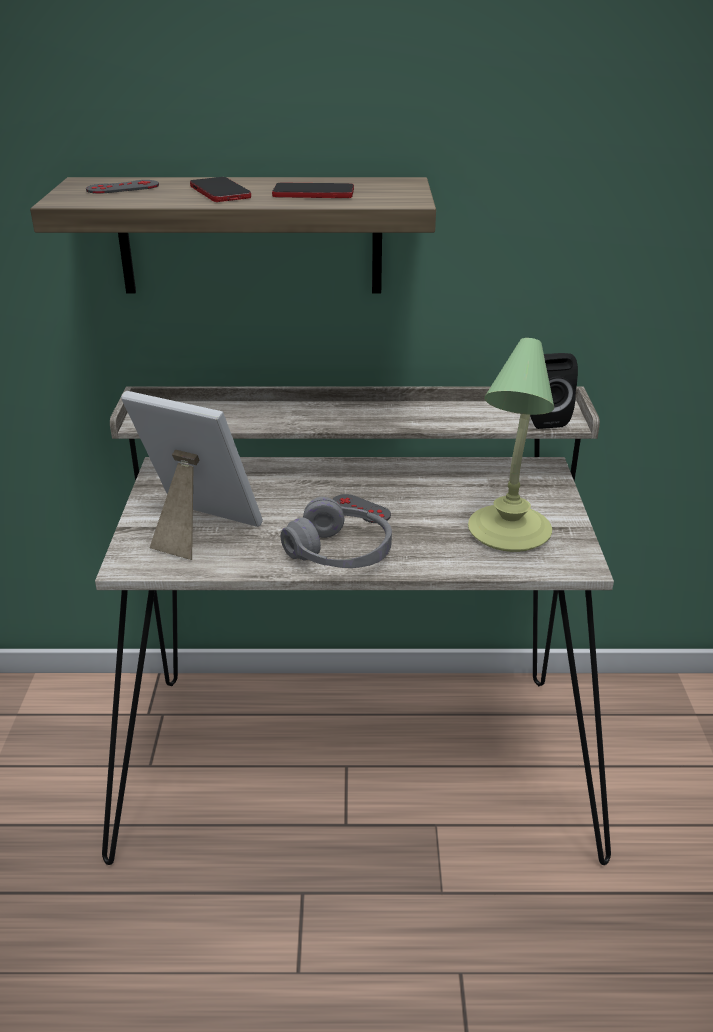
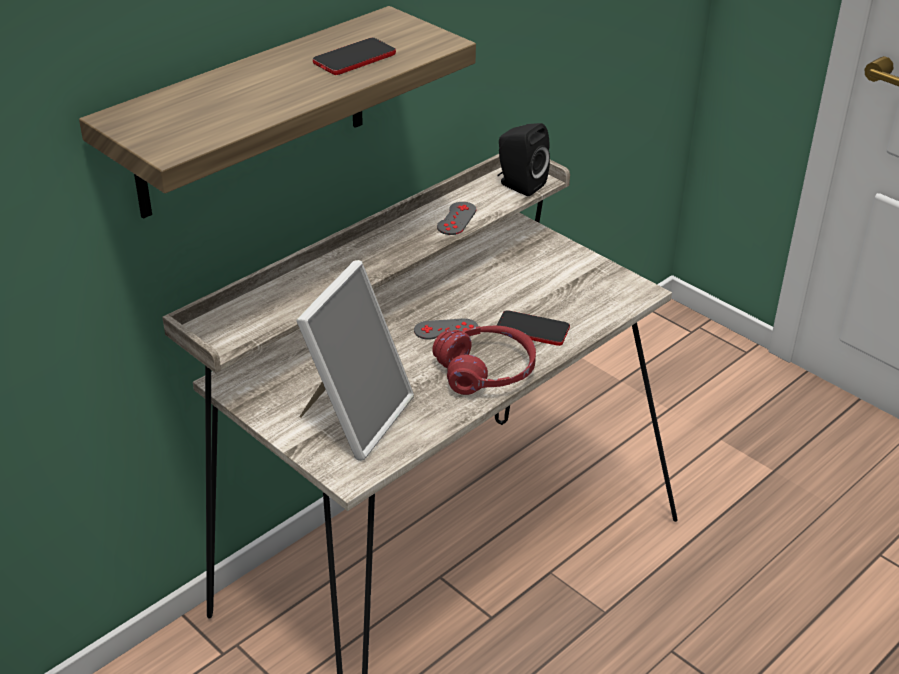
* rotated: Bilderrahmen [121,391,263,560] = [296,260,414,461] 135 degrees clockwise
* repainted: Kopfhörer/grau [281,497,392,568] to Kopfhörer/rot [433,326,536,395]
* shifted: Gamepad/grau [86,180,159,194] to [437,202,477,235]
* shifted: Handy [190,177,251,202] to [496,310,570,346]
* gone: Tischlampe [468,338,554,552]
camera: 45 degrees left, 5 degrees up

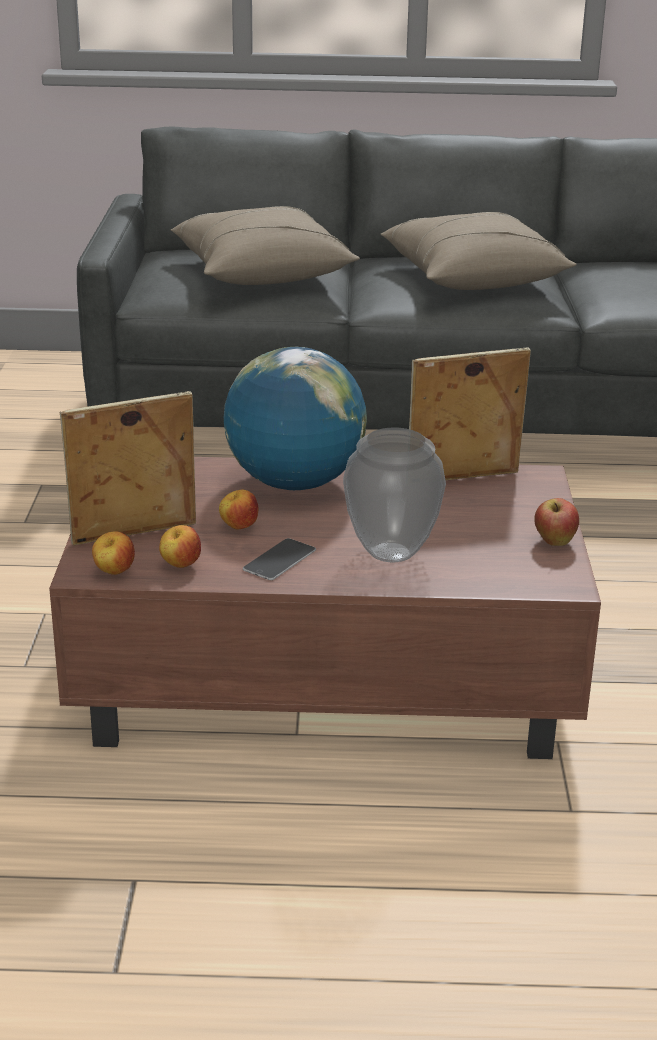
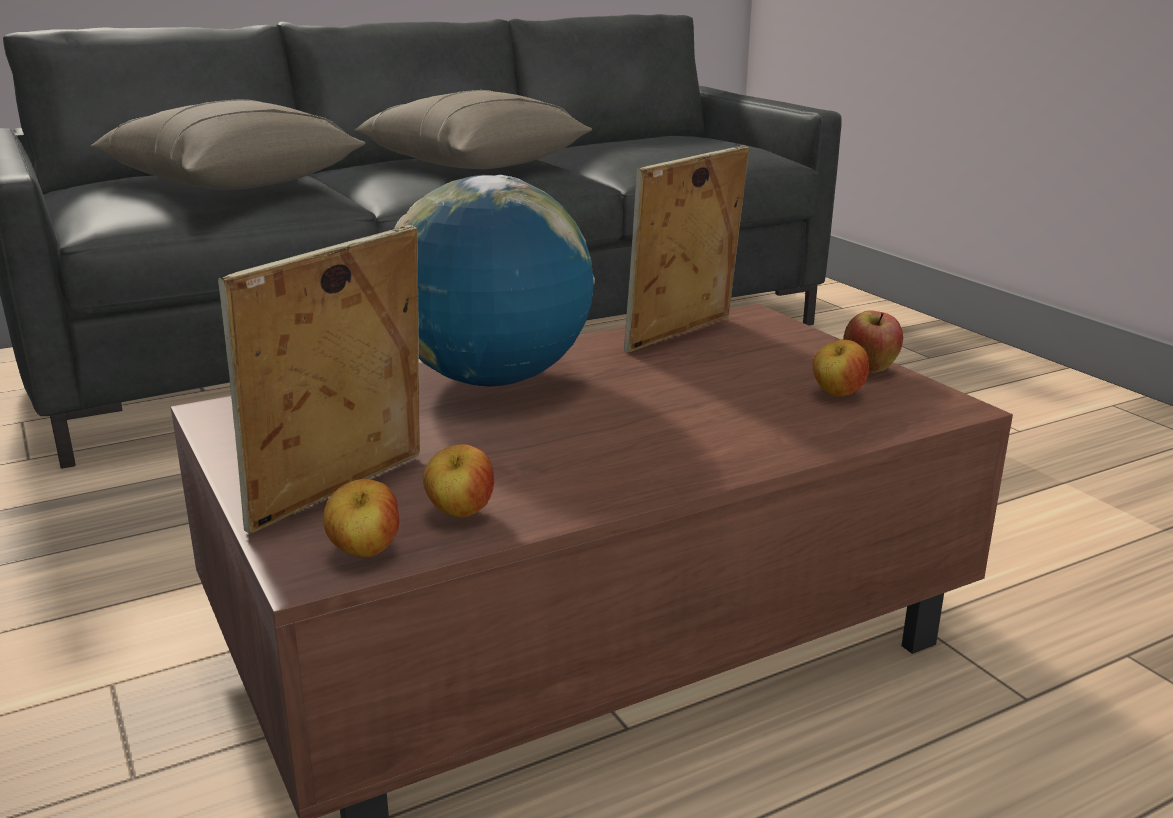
* shifted: Apfel [219,490,258,529] to [812,340,869,397]
* gone: Handy [243,538,316,580]
* gone: Vase [343,428,446,562]
camera: 30 degrees left, 5 degrees down

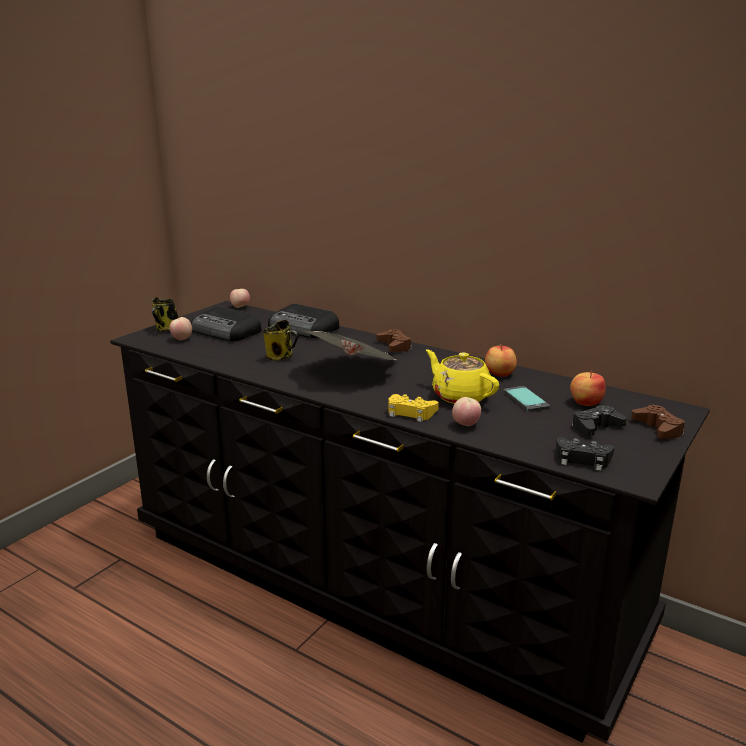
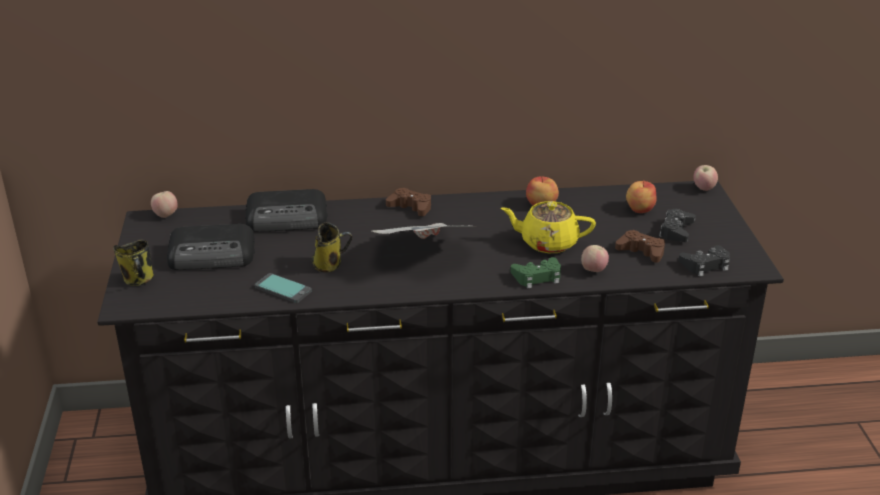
* shifted: Handy [504,386,550,412] to [255,273,312,303]
* repainted: Gamepad/gelb [388,394,439,422] to Gamepad/grün [511,257,561,289]
* shifted: Gamepad/braun [631,405,685,439] to [615,230,665,263]
* shifted: Apfel [170,317,192,340] to [693,165,718,191]
camera: 40 degrees left, 10 degrees up

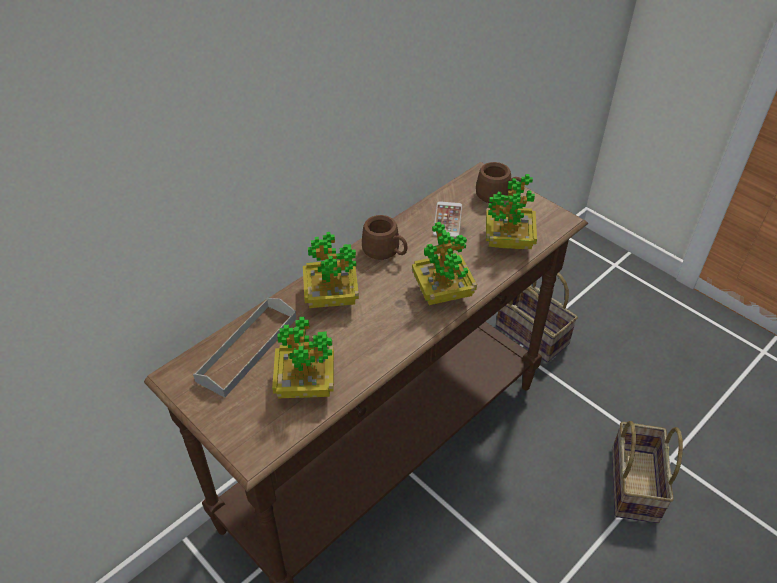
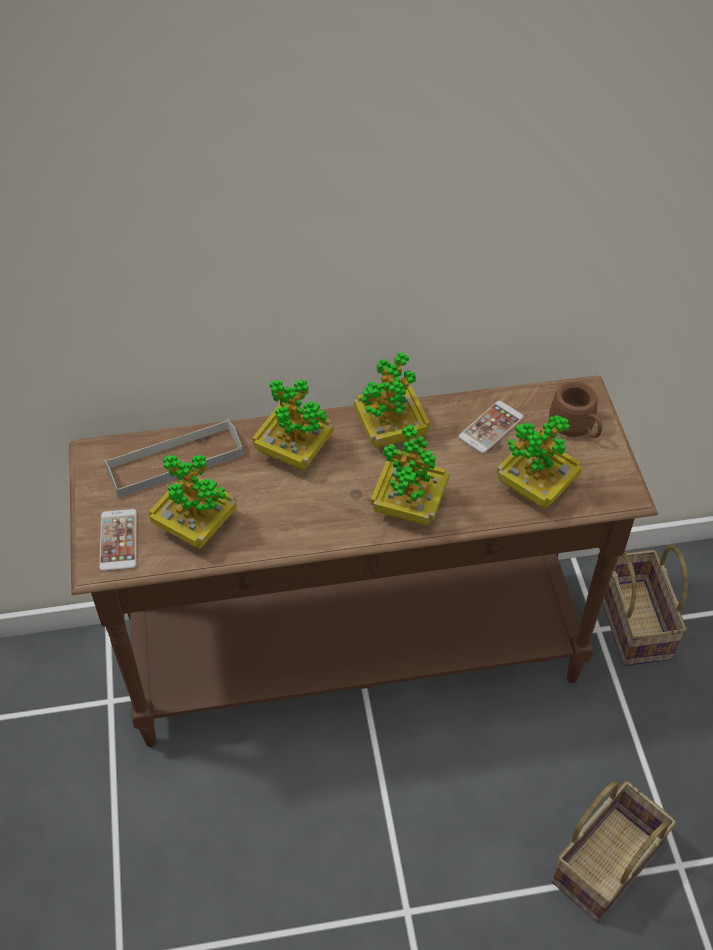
* new: Handy [99,509,137,571]
* swapped: Henkelbecher/braun [362,215,408,260] to Topfpflanze [354,352,430,448]
camera: 35 degrees right, 5 degrees up

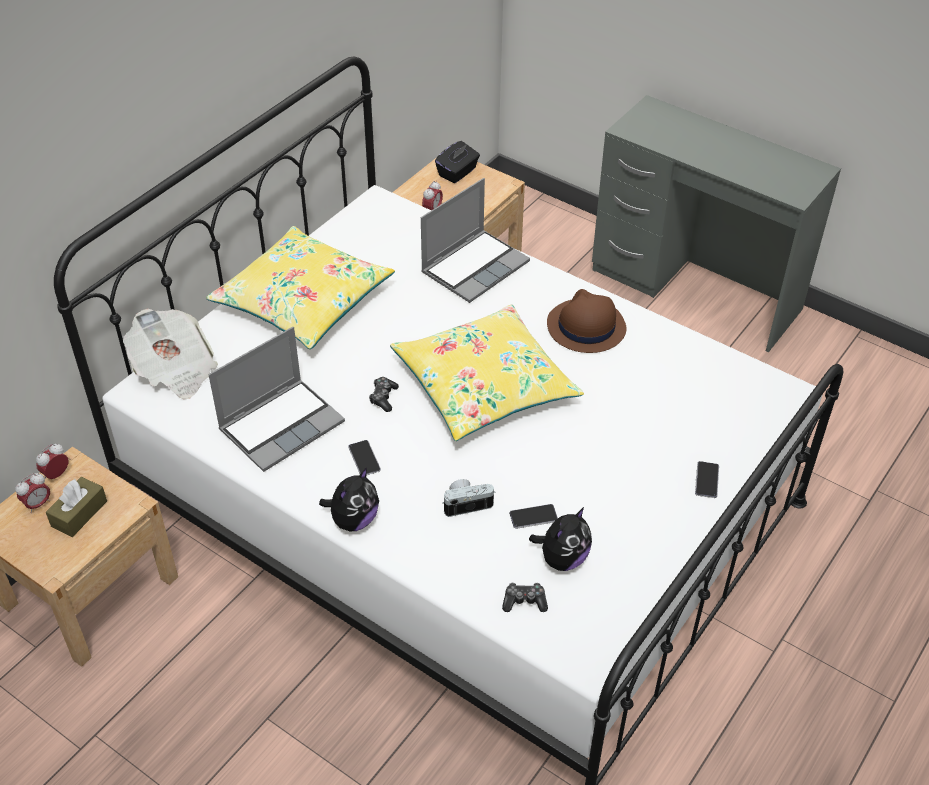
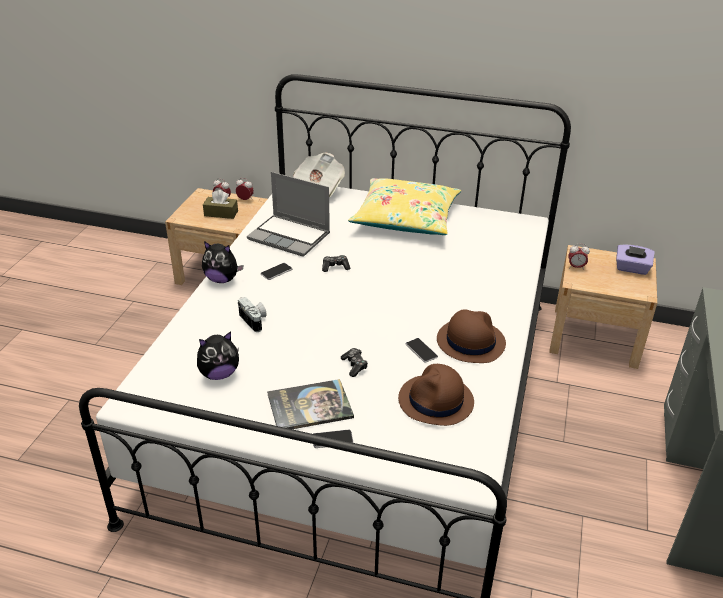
* rotated: Plüschtier [529,507,592,571] = [197,332,239,380] 45 degrees counterclockwise
* new: Buch [267,379,354,429]
* shifted: Gamepad [502,583,548,612] to [341,348,368,377]
* new: Hut/braun [398,364,474,426]
* shifted: Handy [509,504,558,529] to [406,338,438,363]
* repainted: Taschentuchbox/schwarz [435,141,480,183] to Taschentuchbox/lila [616,244,655,275]
* gone: Kissen/gelb [390,305,584,441]
* gone: Laptop [421,178,530,303]
camera: 70 degrees right, 10 degrees down

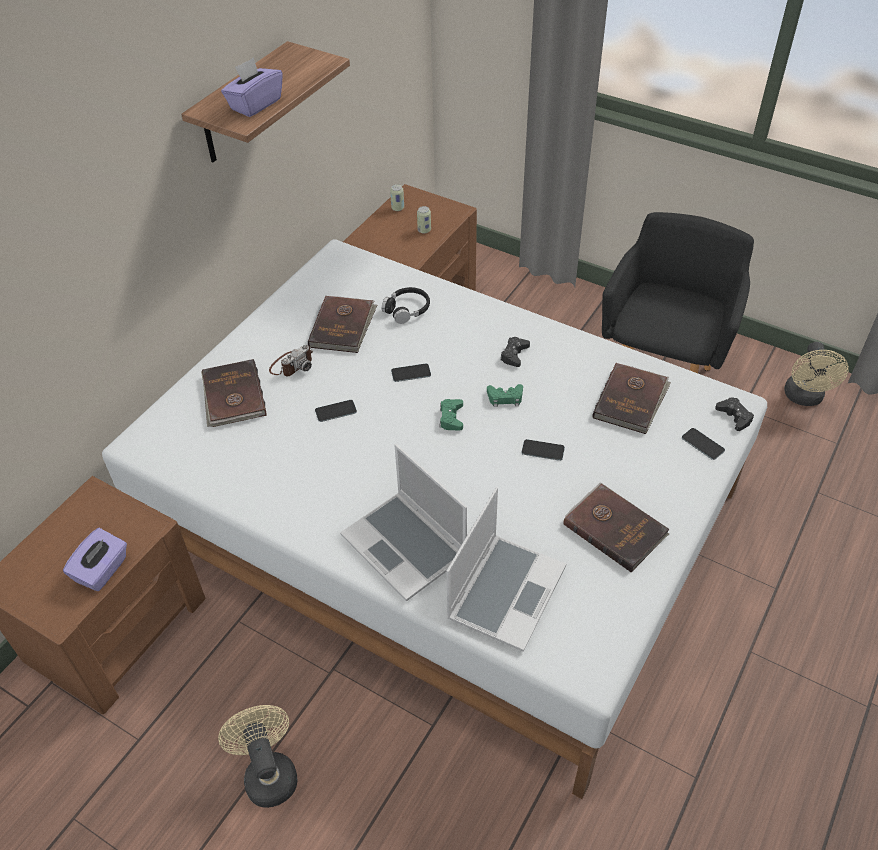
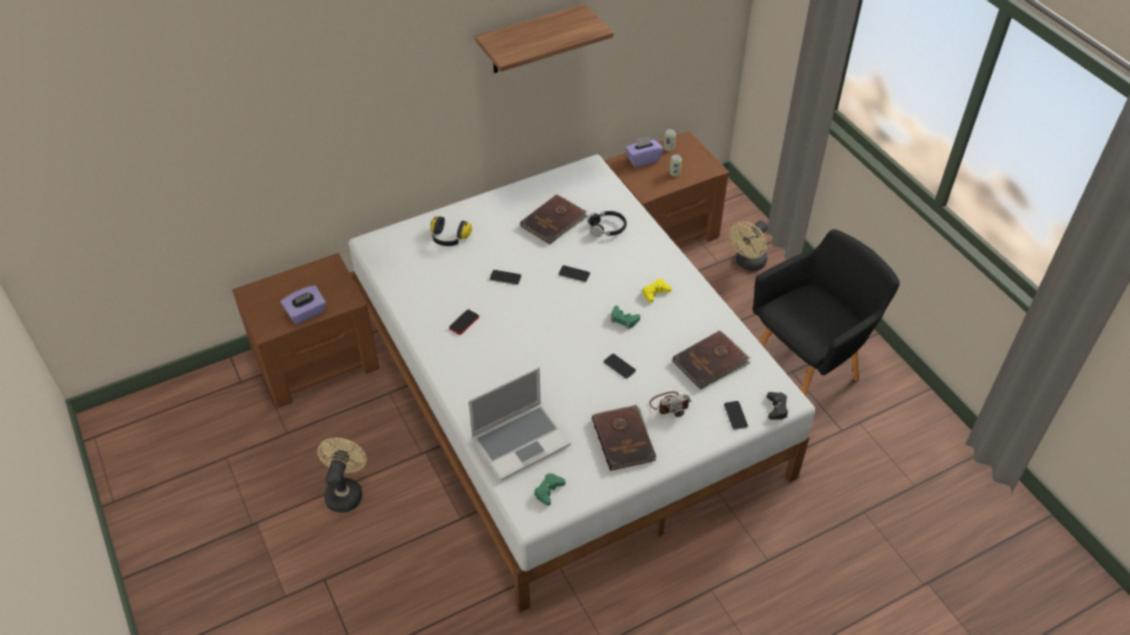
* swapped: Buch/braun [201,359,267,427] to Kopfhörer [431,216,472,246]
* new: Handy [449,309,479,335]
* shifted: Gamepad/grün [440,399,463,431] to [534,473,565,506]
* shifted: Taschentuchbox/lila [221,57,283,117] to [625,136,664,167]
* repainted: Gamepad/schwarz [500,337,530,367] to Gamepad/gelb [643,279,672,303]
* shifted: Kamera [269,345,313,376] to [649,391,692,417]
* shifted: Ventilator/beige [784,342,849,406] to [729,221,768,271]
* gone: Laptop [340,444,467,602]
camera: 30 degrees right, 0 degrees up

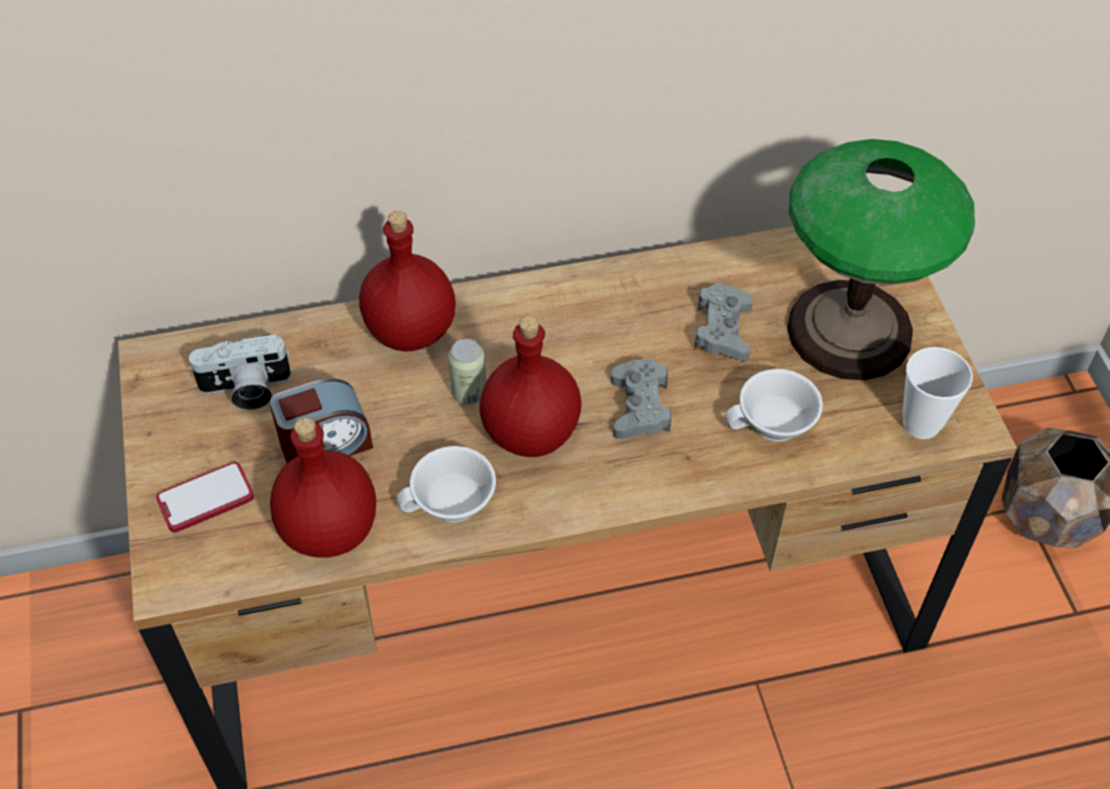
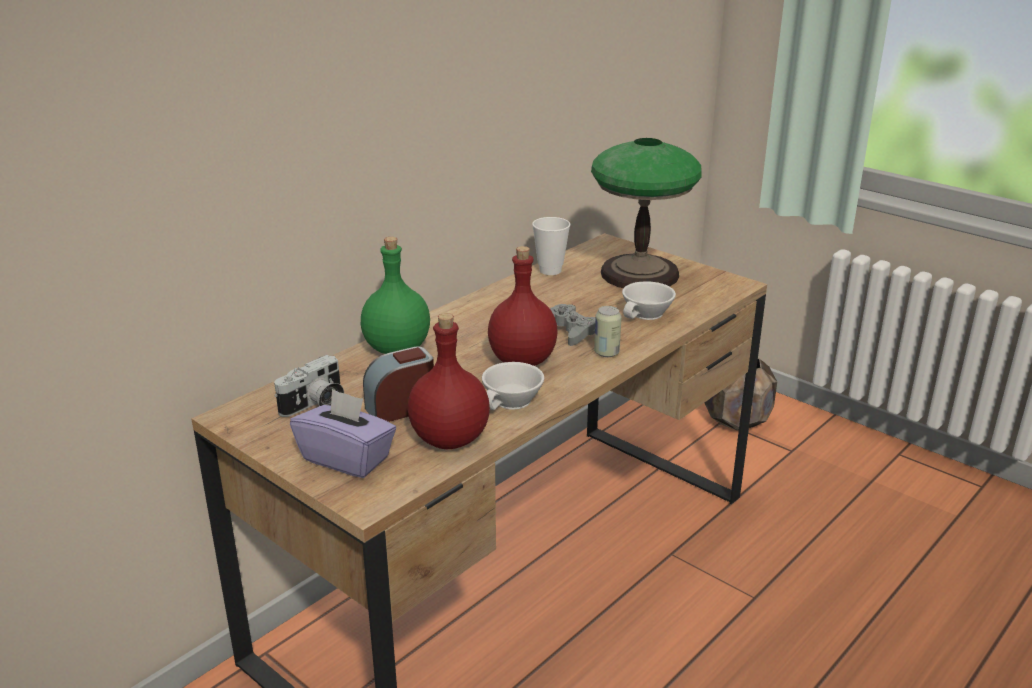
* swapped: Handy [156,462,254,533] to Taschentuchbox/lila [290,389,396,478]
* repainted: Flasche/rot [359,211,456,352] to Flasche/grün [361,237,430,354]
* rotated: Wecker [269,378,373,463] = [363,347,434,422] 150 degrees counterclockwise
* shifted: Tasse [903,347,973,439] to [532,217,570,275]
* shifted: Dose [448,339,486,404] to [594,306,621,357]
* gone: Gamepad/grau [695,284,753,361]
camera: 35 degrees left, 25 degrees down

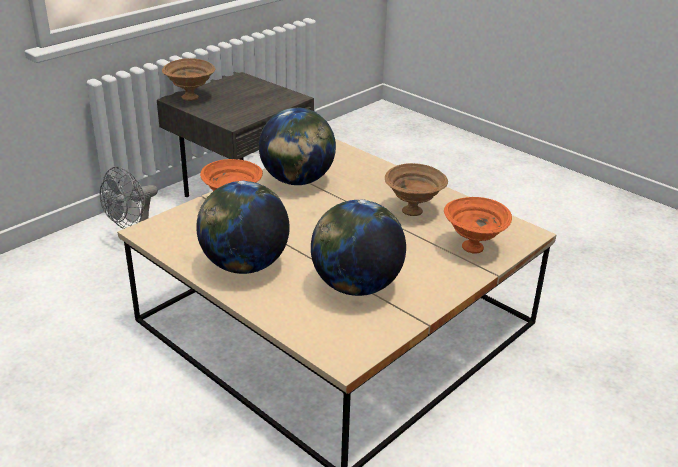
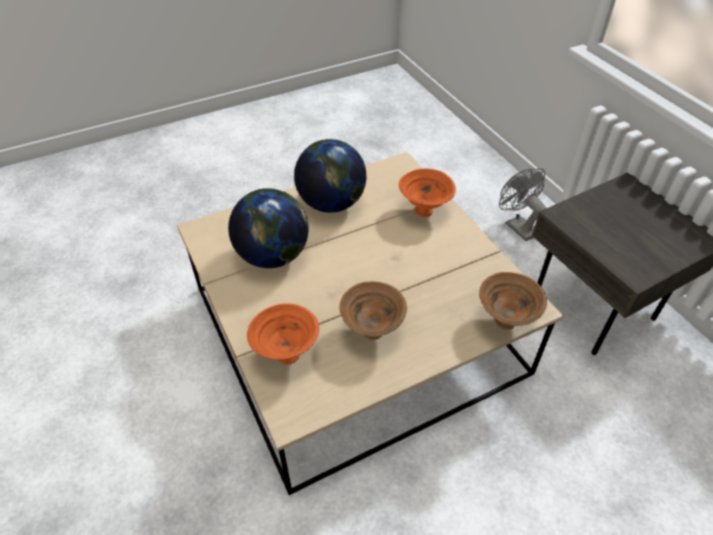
* shifted: Schüssel/braun [162,58,216,101] to [479,272,547,330]
* gone: Globus [259,107,336,185]
camera: 110 degrees right, 15 degrees up

